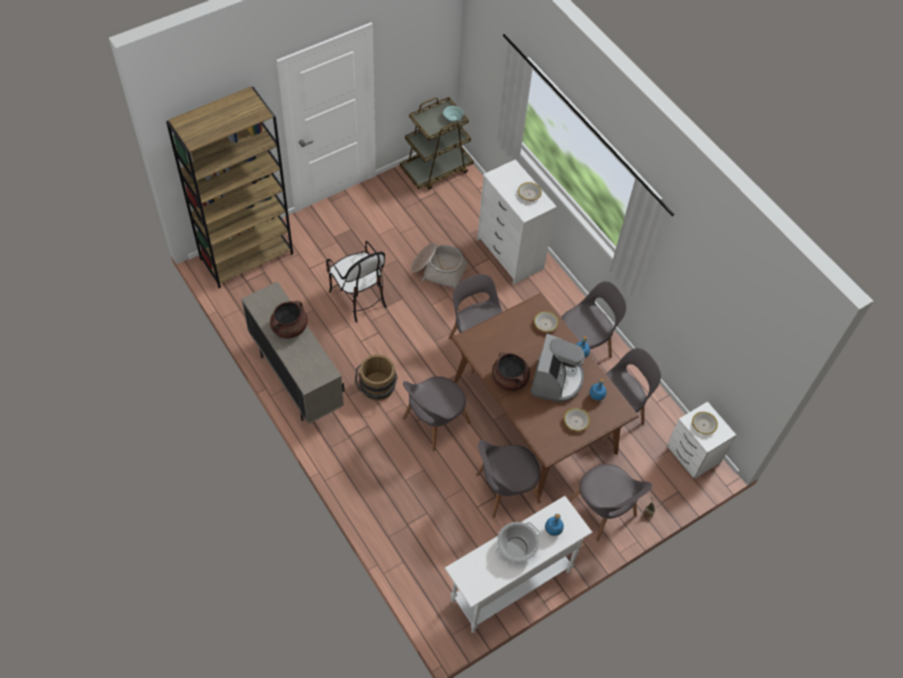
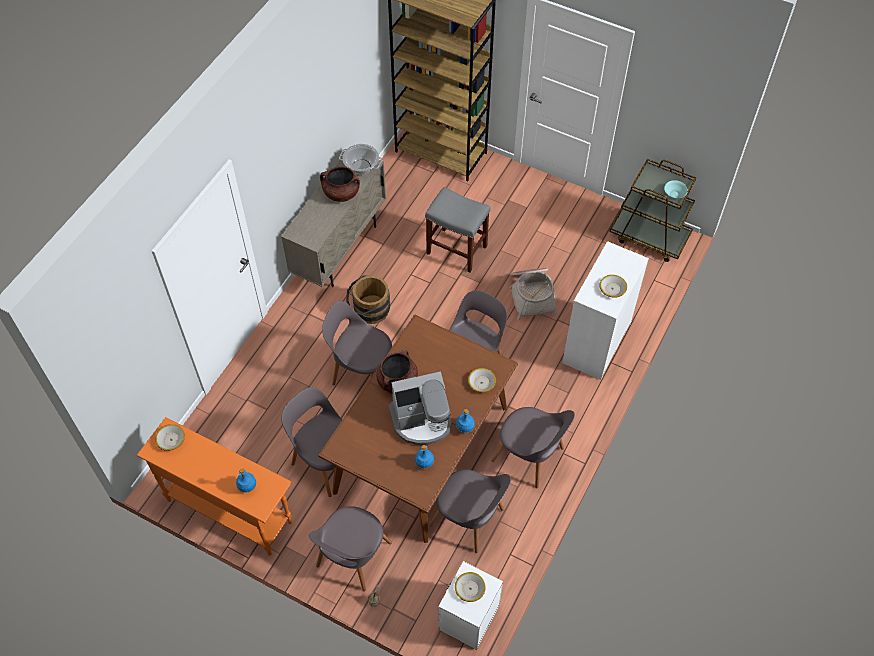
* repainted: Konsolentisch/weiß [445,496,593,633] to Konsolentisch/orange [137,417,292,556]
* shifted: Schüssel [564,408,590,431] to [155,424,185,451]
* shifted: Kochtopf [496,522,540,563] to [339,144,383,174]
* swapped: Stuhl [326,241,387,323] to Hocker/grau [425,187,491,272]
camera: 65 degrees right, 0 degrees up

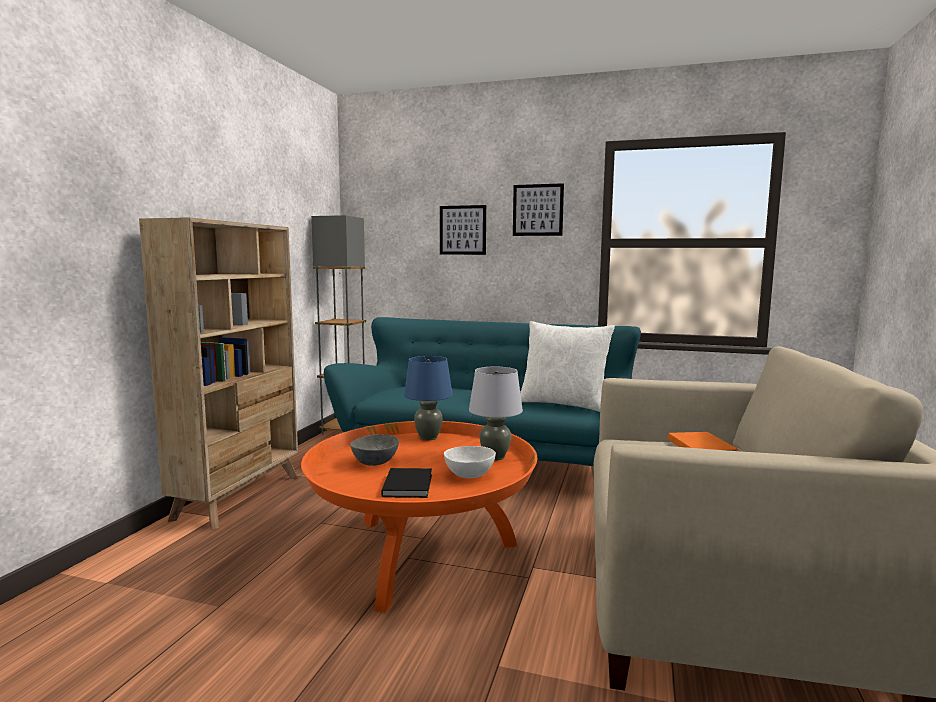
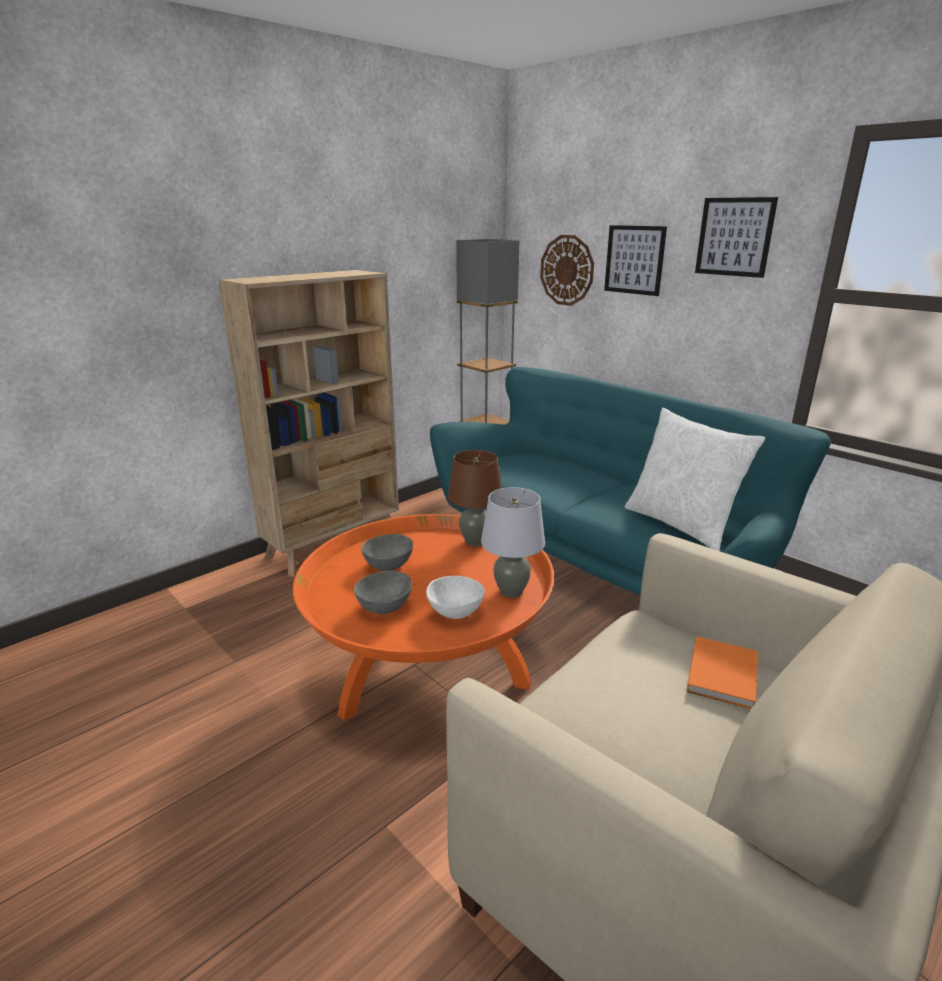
* swapped: Buch/schwarz [381,468,432,498] to Schüssel/grau [354,571,412,614]
* repainted: Tischlampe/blau [404,356,453,440] to Tischlampe/braun [448,450,502,546]
* new: Wanduhr [540,235,594,306]
camera: 30 degrees right, 15 degrees up

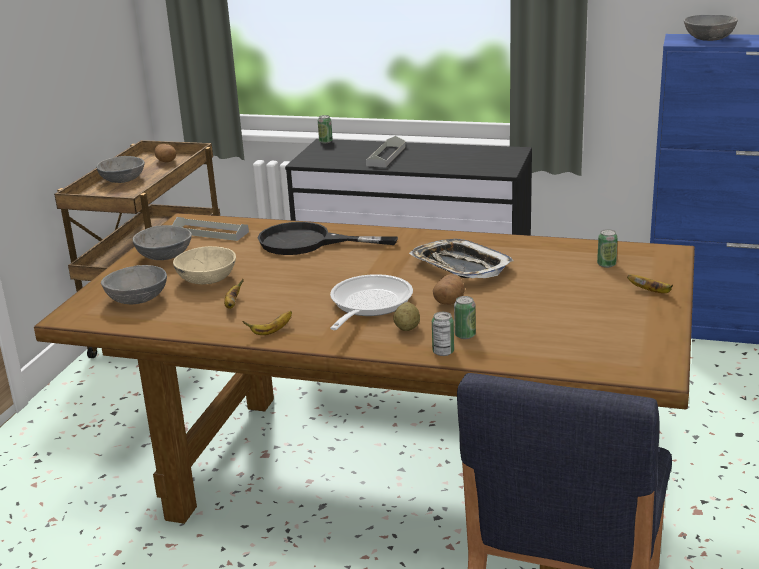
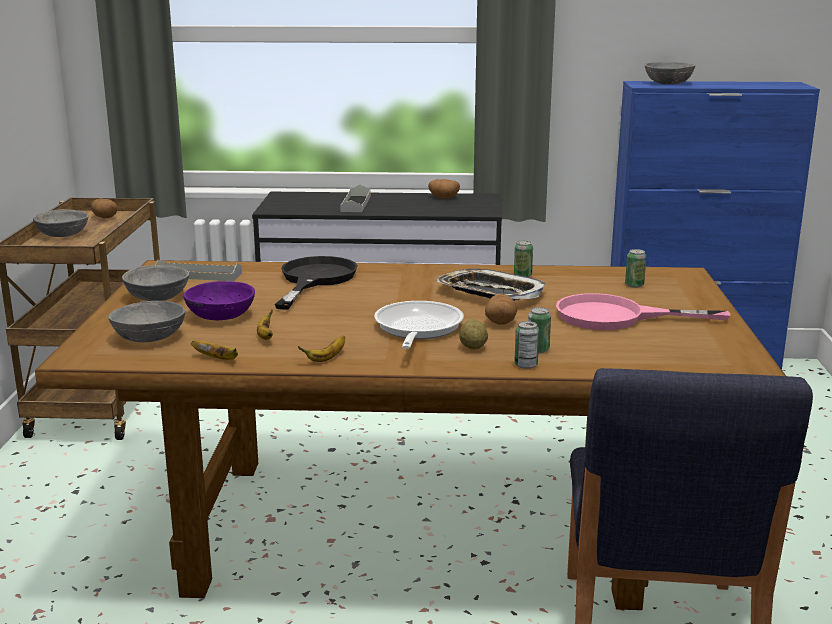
* repainted: Schüssel/beige [173,246,236,284] to Schüssel/lila [183,281,255,320]
* shifted: Banane [627,274,673,293] to [191,340,238,360]
* rotated: Pfanne/schwarz [258,222,398,255] = [275,256,357,310] 105 degrees clockwise
* new: Kartoffel [428,179,460,199]
* shifted: Dose [318,115,333,143] to [514,241,533,277]
* new: Pfanne/rosa [556,293,730,330]
camera: 15 degrees left, 5 degrees down

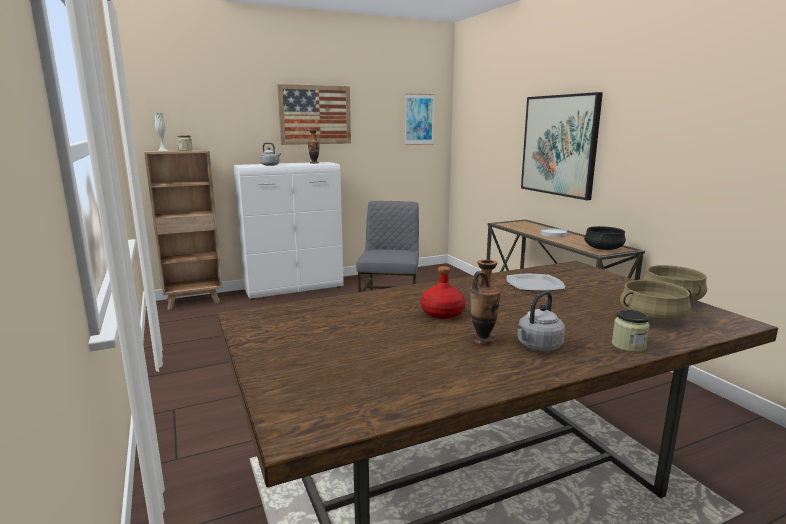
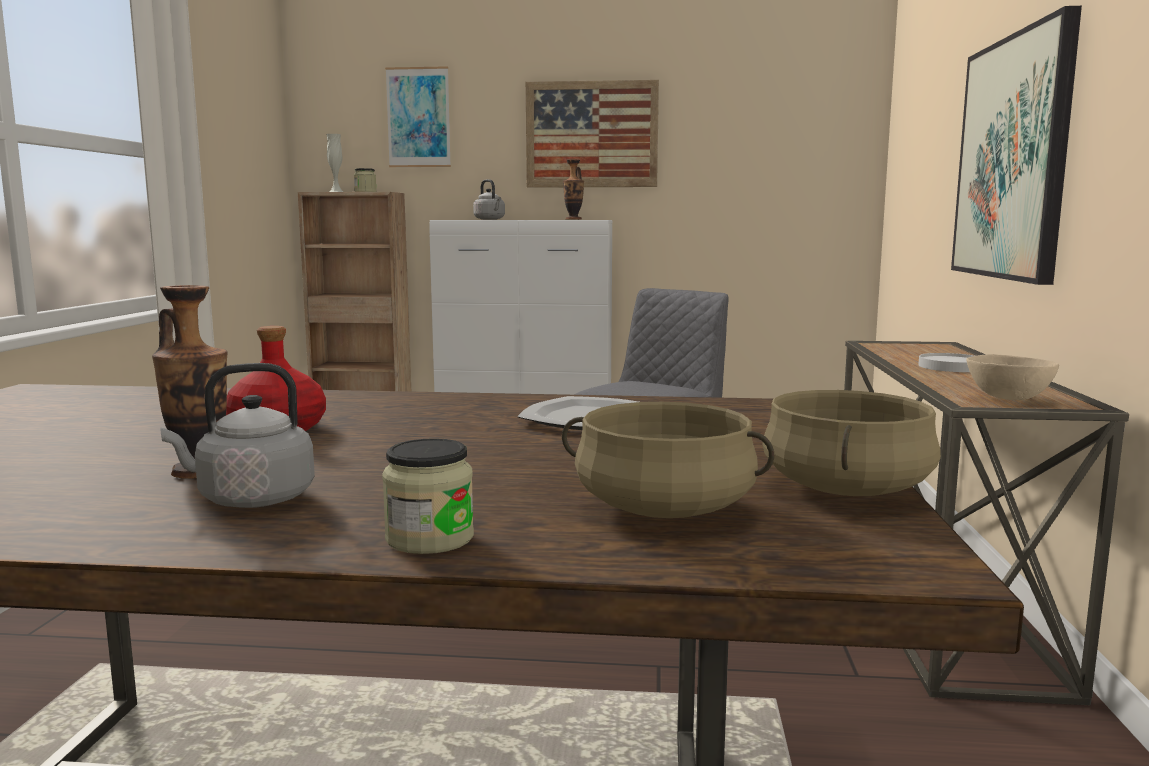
* shifted: Bild [405,93,434,145] to [385,66,451,167]
* swapped: Kochtopf/schwarz [584,226,626,250] to Schüssel/beige [967,354,1059,400]
camera: 30 degrees right, 5 degrees down

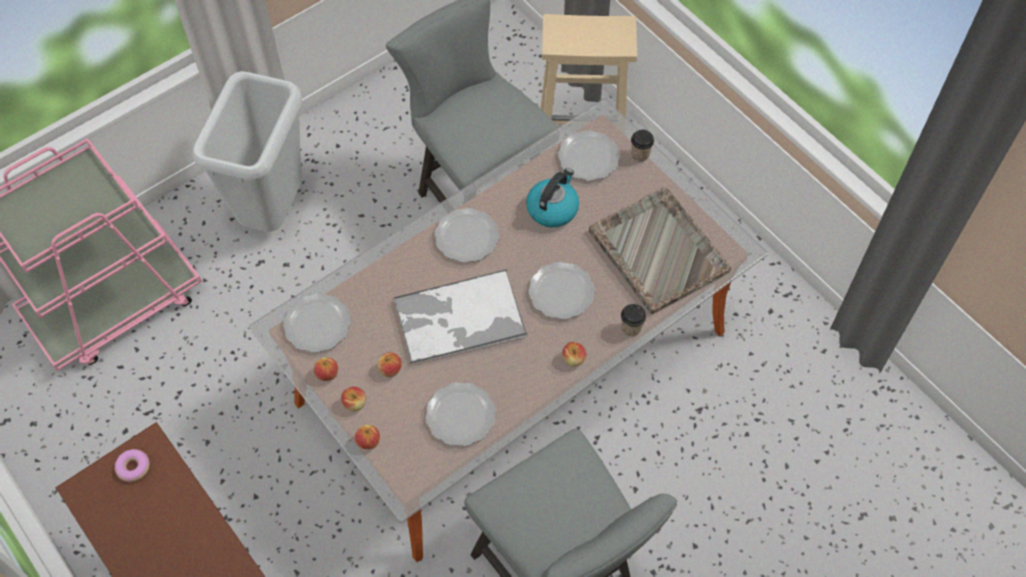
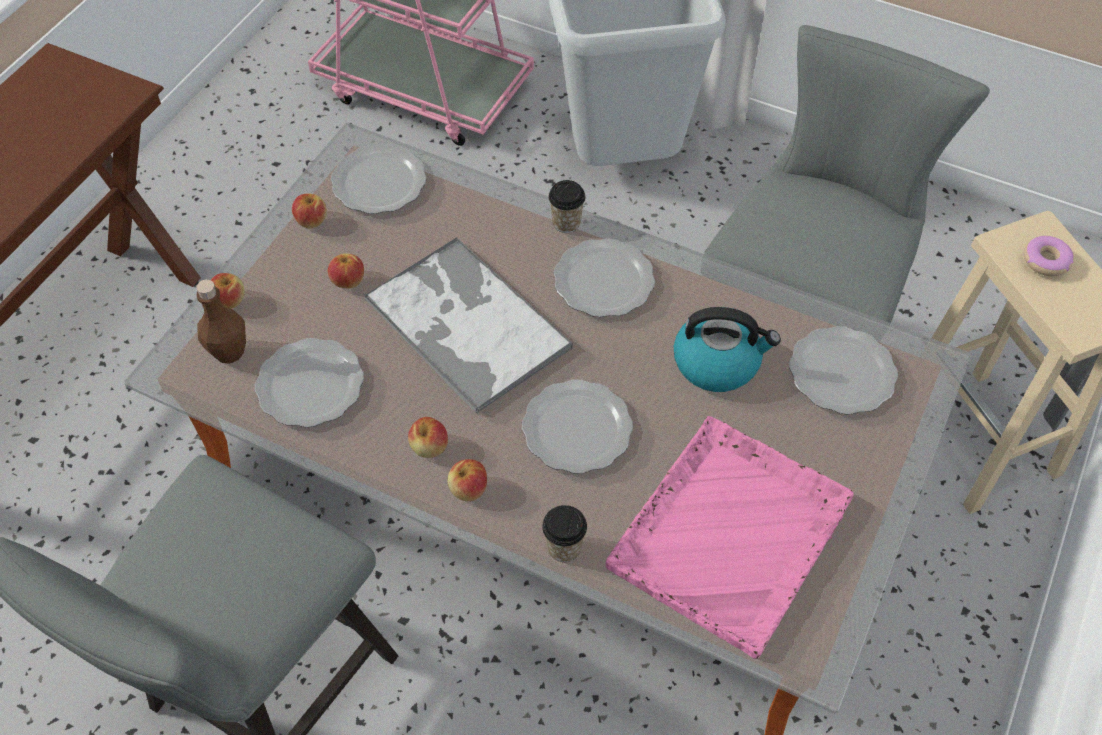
* new: Flasche/braun [196,280,246,364]
* shifted: Apfel [341,387,366,411] to [408,417,448,458]
* shifted: Tasse [631,130,654,162] to [548,180,586,233]
* repainted: Tablett/grau [589,187,731,314] to Tablett/rosa [606,416,854,659]
* shifted: Donut [115,449,150,482] to [1024,236,1074,276]
camera: 65 degrees right, 5 degrees down

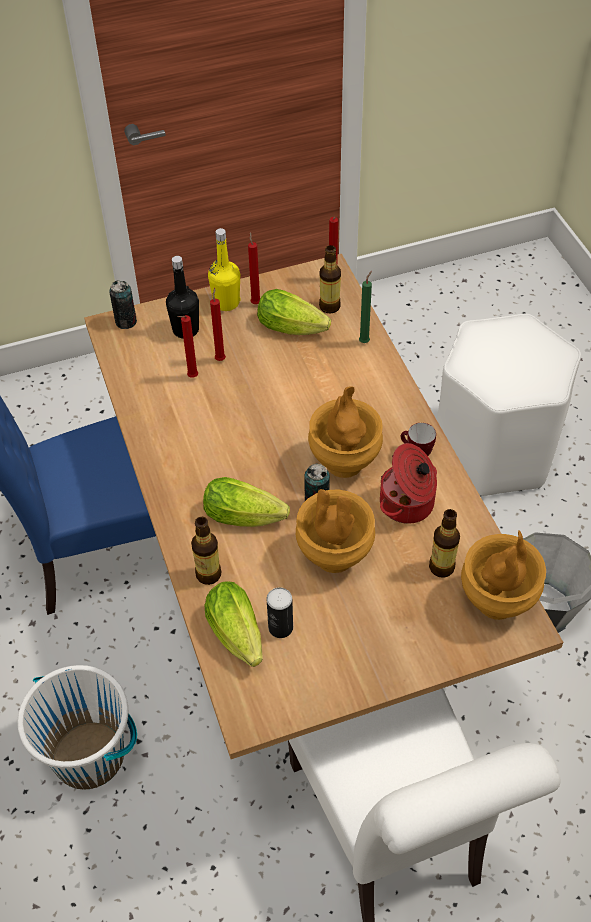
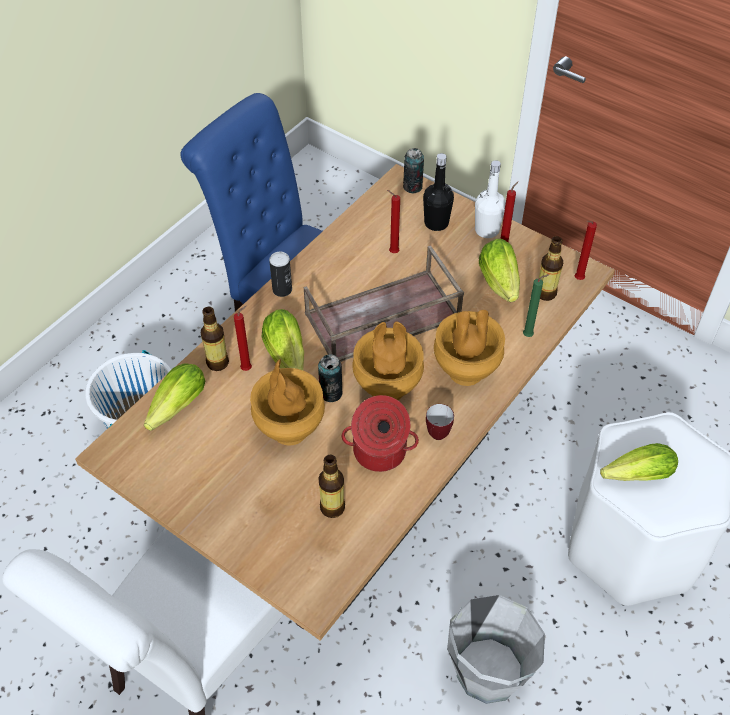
* shifted: Kerze/rot [210,288,226,361] to [234,306,252,371]
* shifted: Dose [267,588,293,638] to [269,252,292,297]
* new: Tablett/braun [304,245,464,362]
* shifted: Vase/braun [461,530,546,620] to [434,310,505,386]
* repainted: Flasche/gelb [208,228,240,311] to Flasche/weiß [475,160,506,238]
* new: Salatkopf [600,443,678,481]
camera: 55 degrees right, 0 degrees up

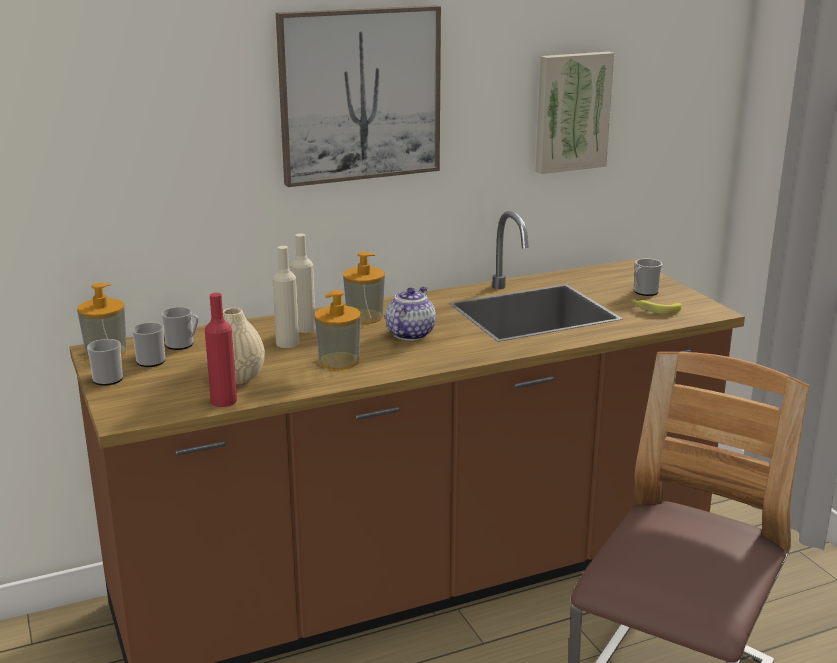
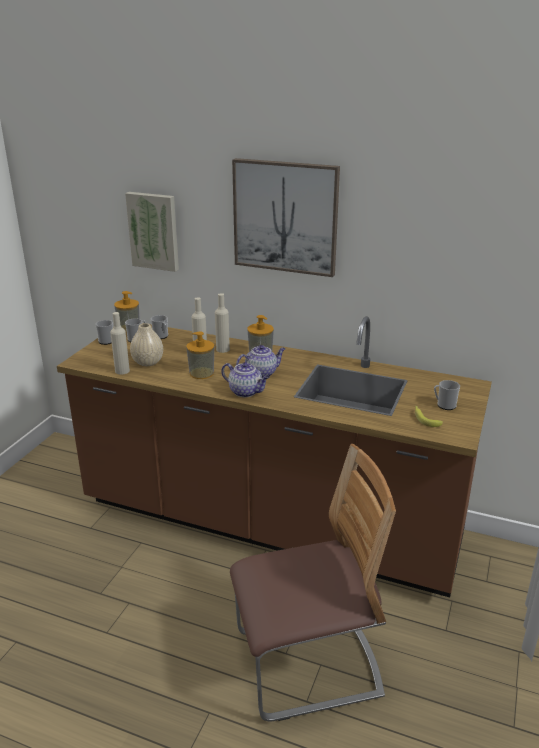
* repainted: Flasche/rot [205,293,237,407] to Flasche/beige [110,312,130,375]
* shifted: Bild [536,52,615,174] to [125,192,179,272]
* new: Teekanne [221,362,270,397]
camera: 45 degrees right, 5 degrees up

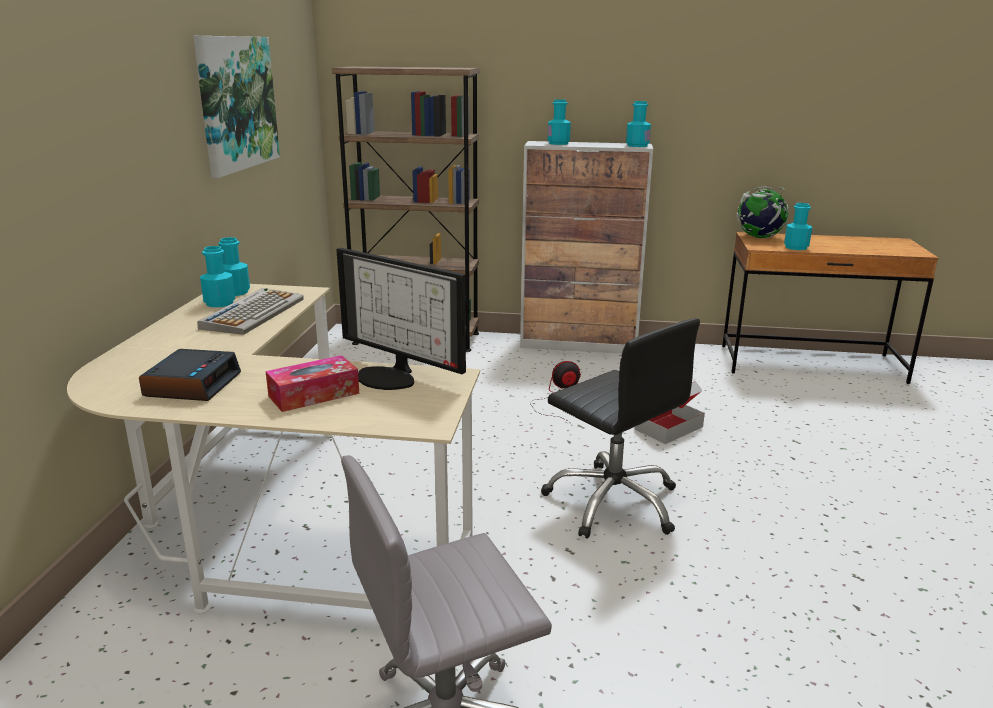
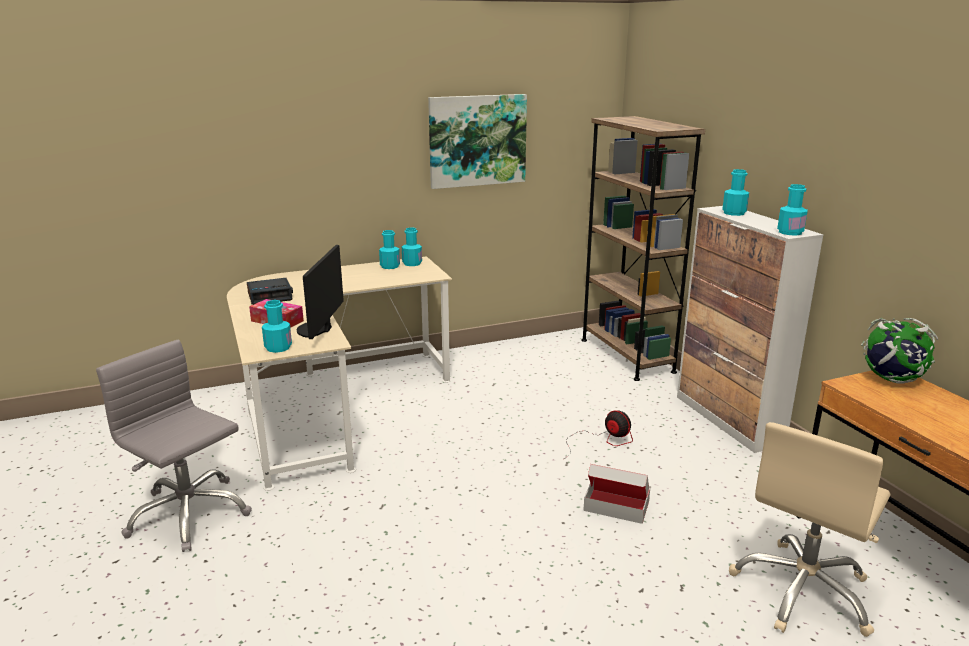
* shifted: Flasche/türkis [784,203,812,250] to [262,300,292,353]
* new: Bürostuhl/beige [729,422,891,637]
* gone: Tastatur [197,288,304,335]
* gone: Bürostuhl/schwarz [541,318,700,539]
camera: 60 degrees right, 0 degrees up

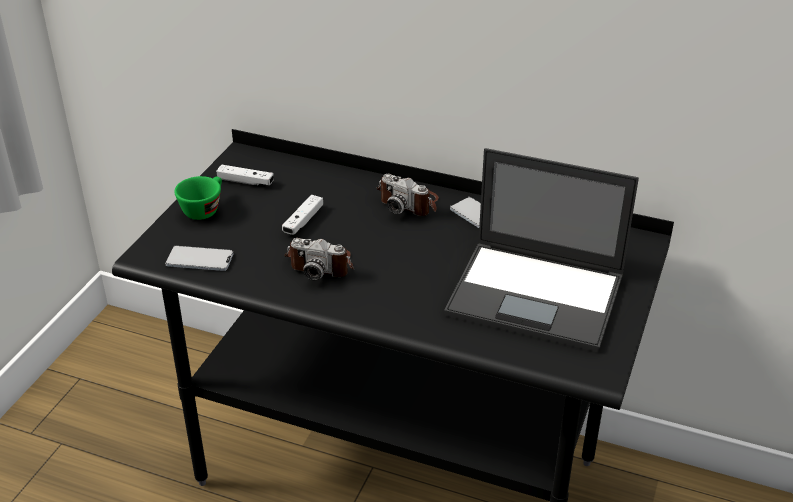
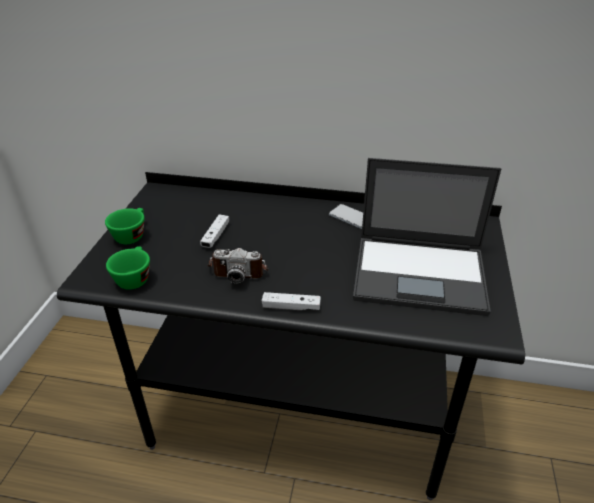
* swapped: Handy [165,246,233,271] to Tasse/grün [106,246,150,290]
* shifted: Gamepad/weiß [216,165,274,185] to [262,292,321,310]
* gone: Kamera [376,174,439,216]
camera: 10 degrees left, 0 degrees up

